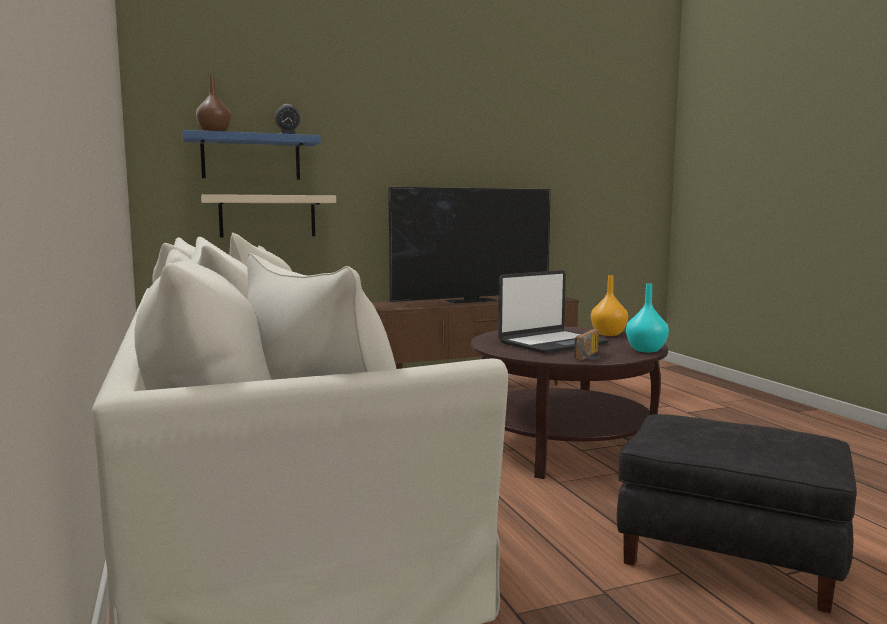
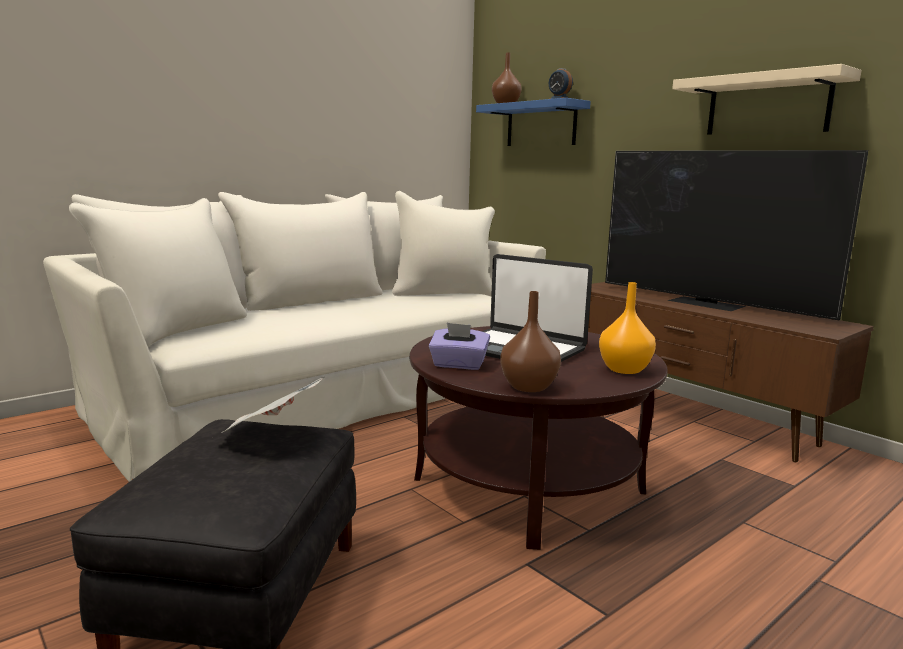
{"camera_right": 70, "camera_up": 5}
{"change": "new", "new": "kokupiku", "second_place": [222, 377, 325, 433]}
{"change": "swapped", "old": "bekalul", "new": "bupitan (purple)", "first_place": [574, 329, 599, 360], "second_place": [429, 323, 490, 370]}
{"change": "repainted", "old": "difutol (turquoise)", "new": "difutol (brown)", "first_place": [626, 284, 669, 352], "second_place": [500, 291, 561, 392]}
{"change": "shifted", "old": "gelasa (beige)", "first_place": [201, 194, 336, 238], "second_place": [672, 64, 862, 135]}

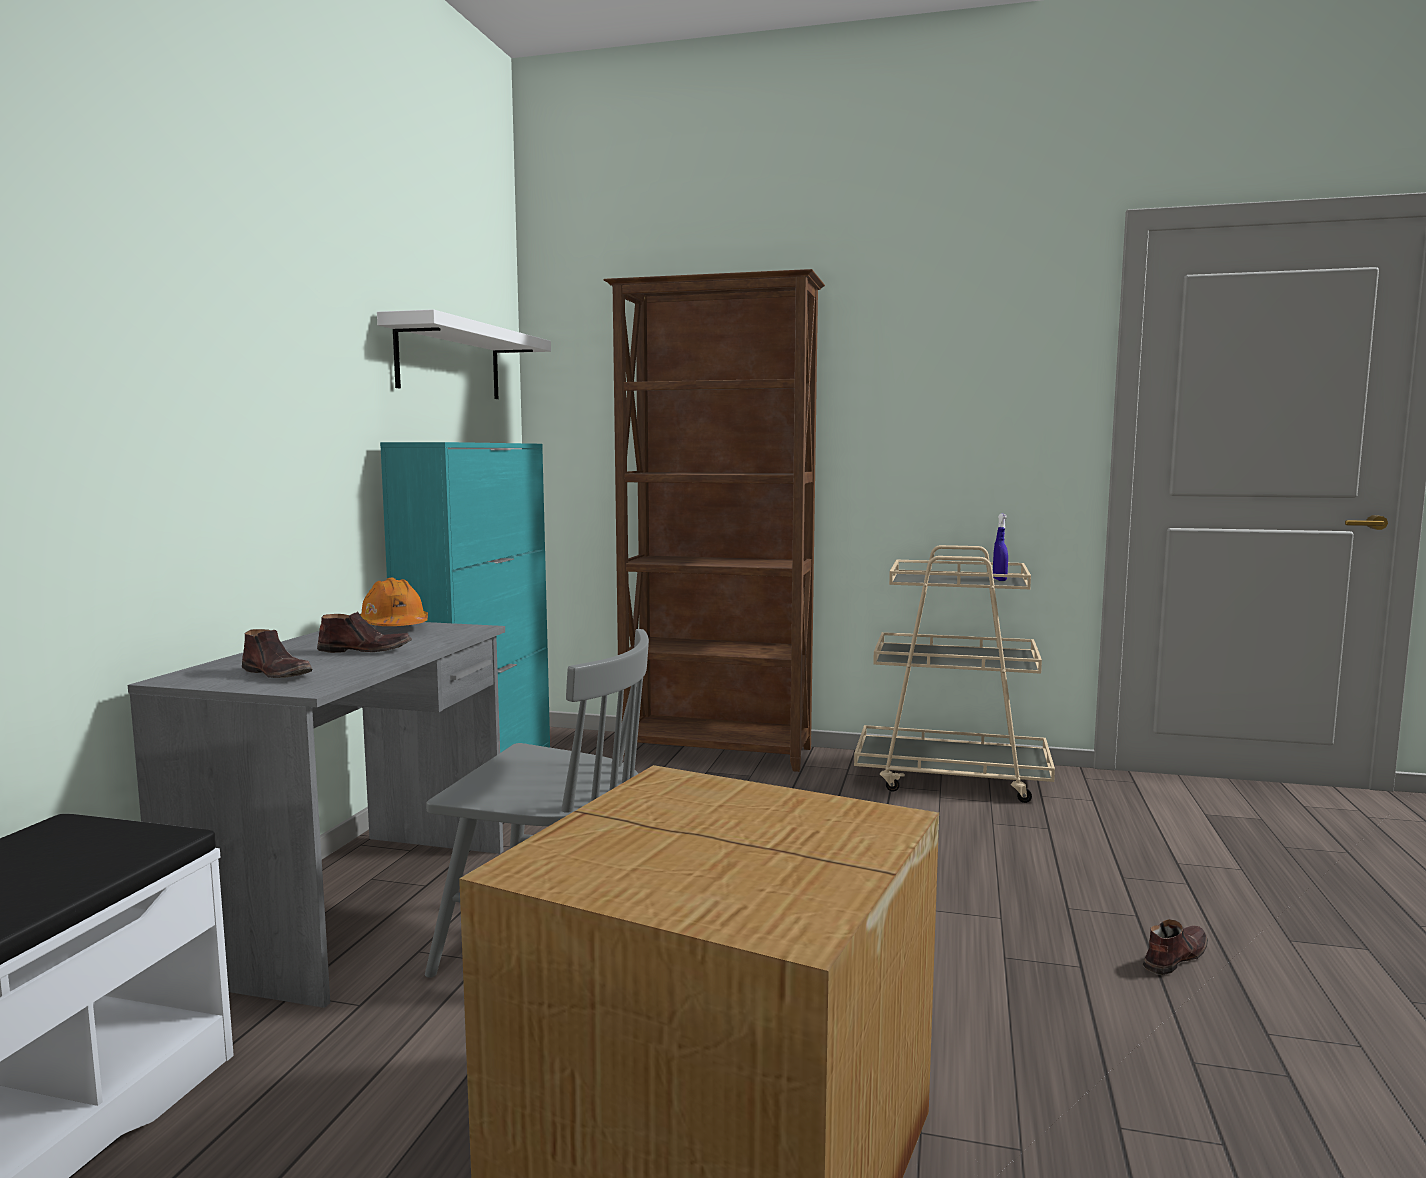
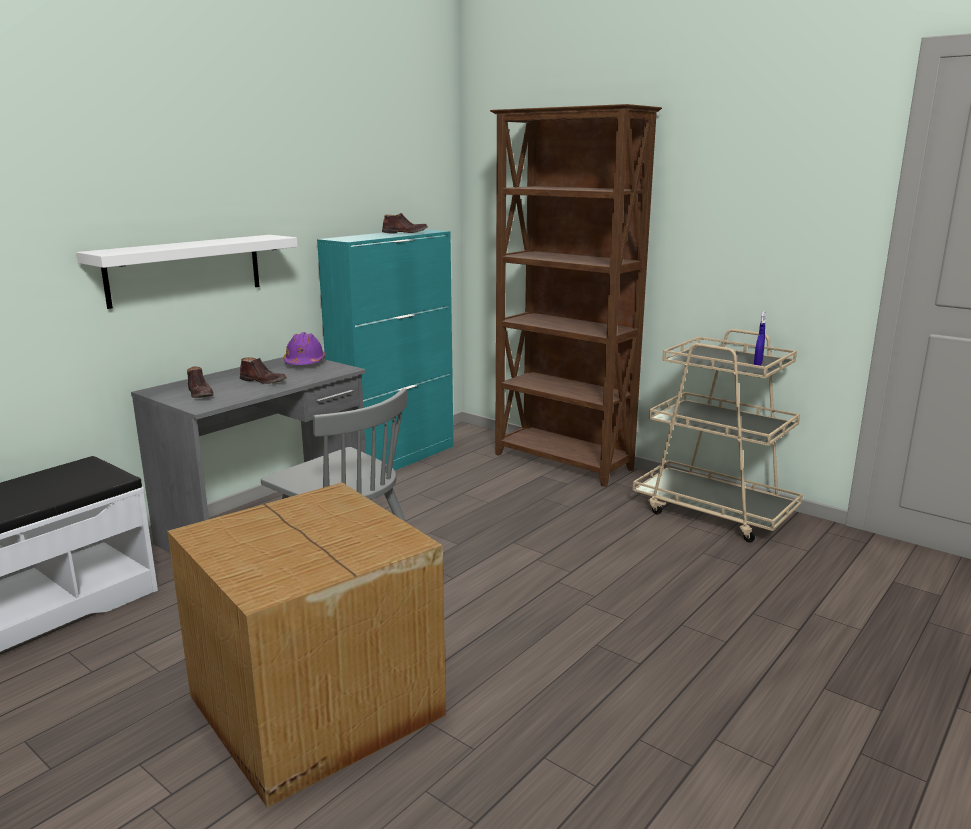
{"camera_right": 25, "camera_up": 10}
{"change": "shifted", "old": "gelasa (white)", "first_place": [377, 309, 551, 399], "second_place": [76, 235, 298, 309]}
{"change": "repainted", "old": "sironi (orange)", "new": "sironi (purple)", "first_place": [360, 578, 428, 626], "second_place": [283, 332, 325, 365]}
{"change": "shifted", "old": "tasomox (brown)", "first_place": [1143, 919, 1208, 975], "second_place": [382, 213, 428, 234]}

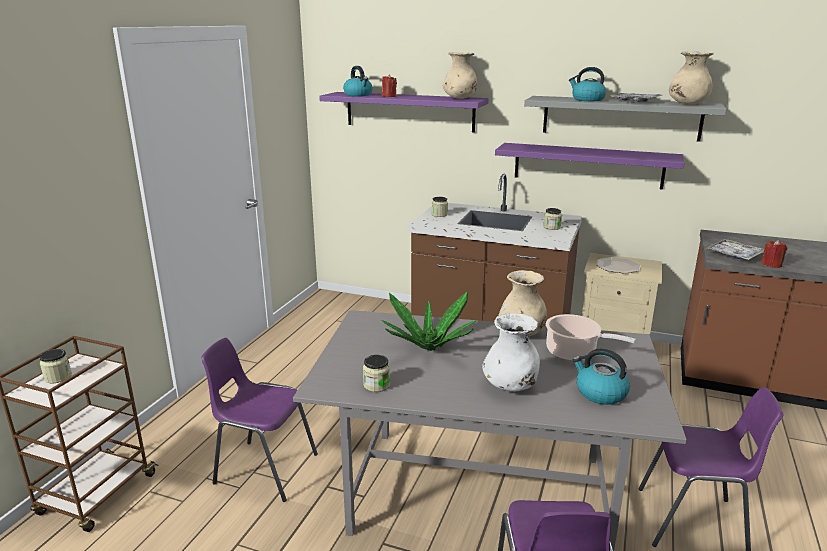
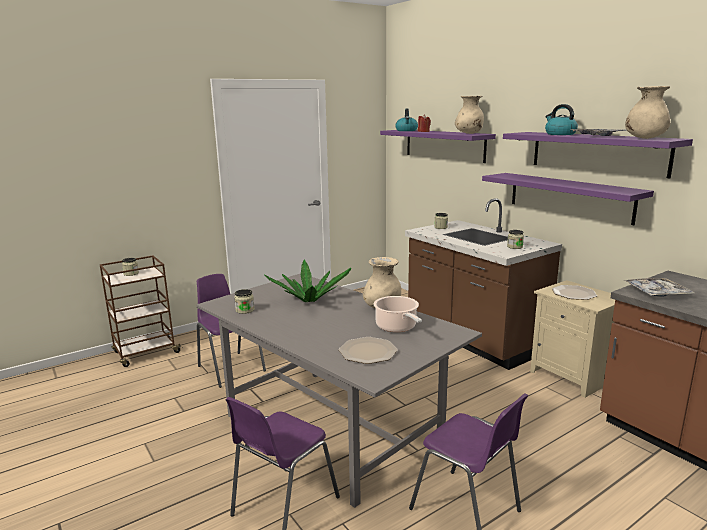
{"camera_right": 35, "camera_up": -5}
{"change": "swapped", "old": "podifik", "new": "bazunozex", "first_place": [573, 349, 630, 405], "second_place": [339, 337, 398, 364]}
{"change": "repainted", "old": "gelasa (grey)", "new": "gelasa (purple)", "first_place": [524, 96, 726, 142], "second_place": [503, 132, 693, 178]}
{"change": "gone", "old": "difutol (white)", "first_place": [482, 313, 540, 392]}
{"change": "gone", "old": "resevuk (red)", "first_place": [761, 240, 787, 268]}

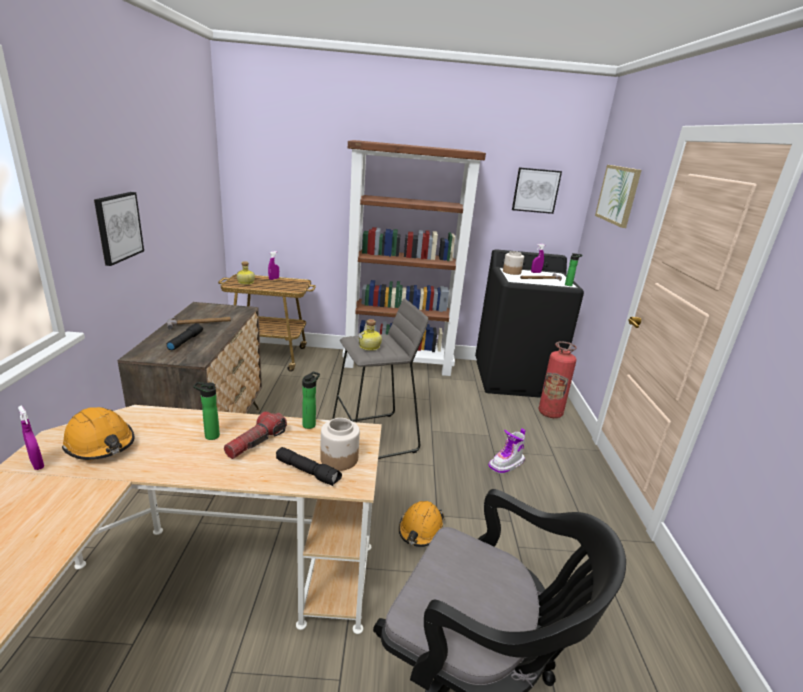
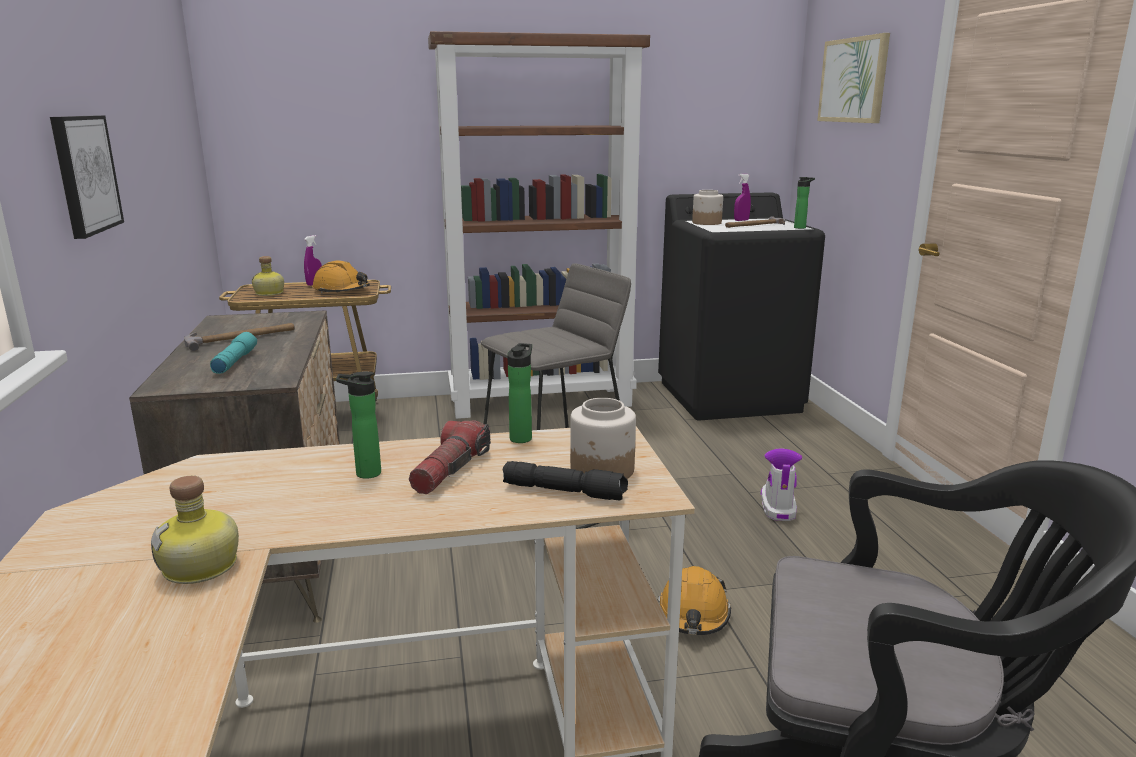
{"camera_right": -10, "camera_up": -5}
{"change": "shifted", "old": "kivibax", "first_place": [358, 319, 382, 351], "second_place": [151, 476, 239, 584]}
{"change": "repainted", "old": "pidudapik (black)", "new": "pidudapik (turquoise)", "first_place": [167, 323, 203, 350], "second_place": [210, 332, 257, 374]}
{"change": "shifted", "old": "sironi (orange)", "first_place": [62, 407, 134, 460], "second_place": [312, 261, 370, 294]}
{"change": "rotated", "old": "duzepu", "first_place": [488, 428, 526, 474], "second_place": [761, 448, 802, 521], "degrees": 150}
{"change": "gone", "old": "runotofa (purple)", "first_place": [18, 406, 44, 470]}
{"change": "gone", "old": "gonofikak", "first_place": [512, 167, 562, 214]}
{"change": "gone", "old": "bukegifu", "first_place": [539, 341, 577, 418]}

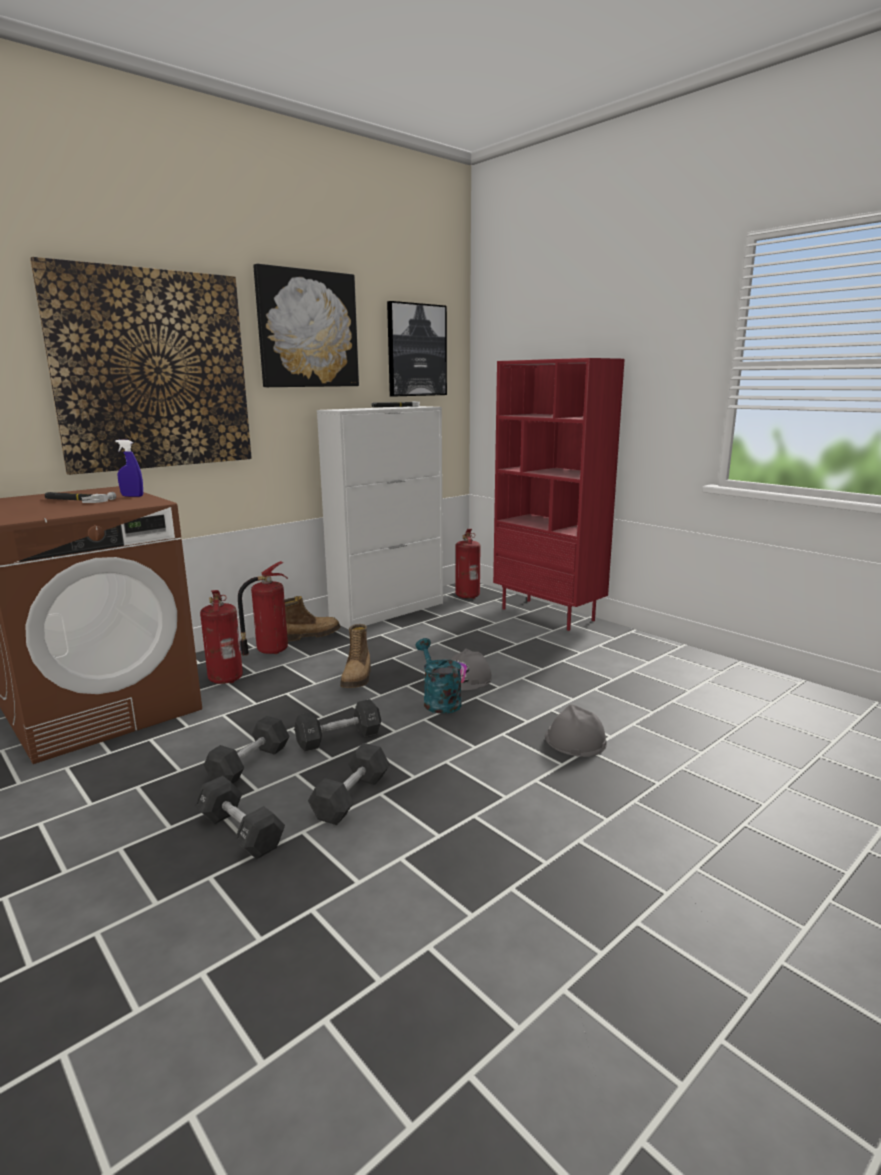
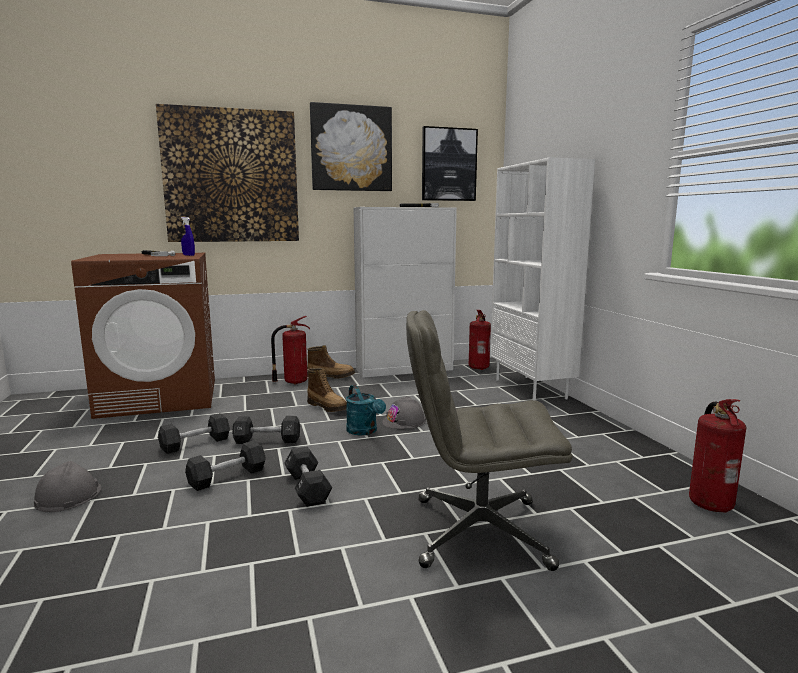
{"camera_right": 25, "camera_up": -5}
{"change": "shifted", "old": "sironi (grey)", "first_place": [545, 704, 607, 757], "second_place": [34, 461, 102, 512]}
{"change": "shifted", "old": "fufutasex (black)", "first_place": [194, 776, 285, 859], "second_place": [284, 447, 332, 507]}
{"change": "rotated", "old": "duzepu", "first_place": [340, 624, 371, 688], "second_place": [307, 368, 347, 412], "degrees": -75}
{"change": "rotated", "old": "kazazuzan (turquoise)", "first_place": [416, 638, 462, 714], "second_place": [346, 385, 386, 435], "degrees": 150}
{"change": "new", "new": "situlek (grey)", "second_place": [406, 310, 573, 571]}
{"change": "repainted", "old": "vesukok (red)", "new": "vesukok (white)", "first_place": [493, 358, 625, 631], "second_place": [490, 157, 595, 401]}
{"change": "shifted", "old": "bukegifu", "first_place": [200, 590, 243, 684], "second_place": [689, 399, 746, 513]}

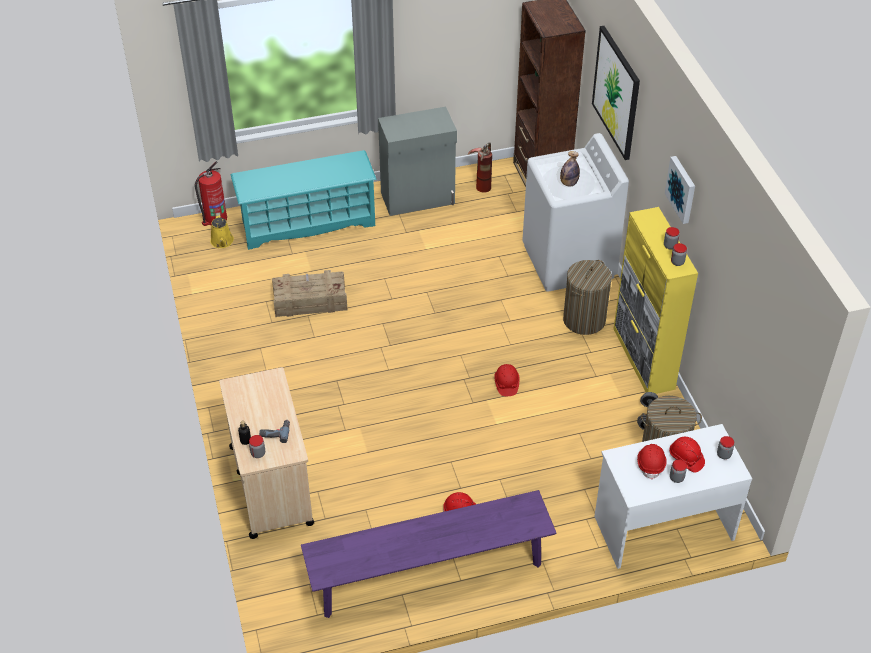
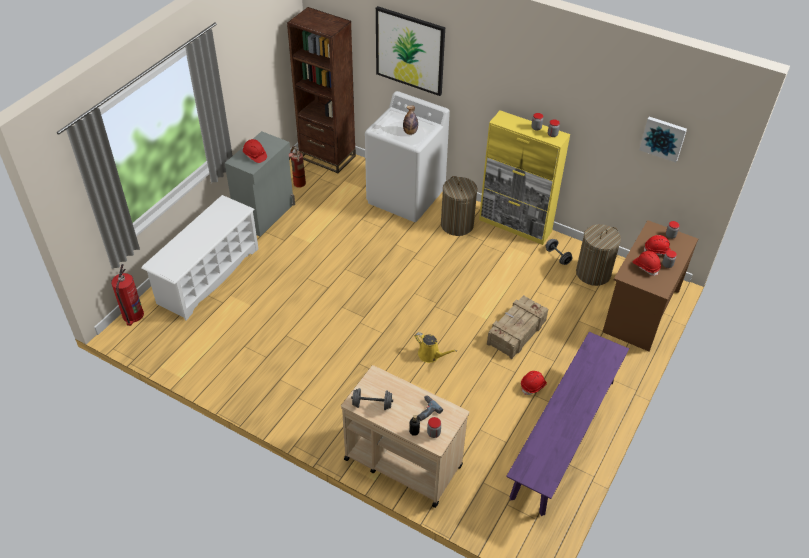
{"camera_right": -45, "camera_up": 0}
{"change": "repainted", "old": "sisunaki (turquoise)", "new": "sisunaki (white)", "first_place": [231, 150, 377, 250], "second_place": [141, 195, 258, 320]}
{"change": "shifted", "old": "sironi (red)", "first_place": [494, 364, 519, 396], "second_place": [243, 139, 267, 163]}
{"change": "new", "new": "fufutasex (grey)", "second_place": [351, 388, 393, 410]}
{"change": "shifted", "old": "kazazuzan (yellow)", "first_place": [210, 213, 234, 248], "second_place": [415, 332, 457, 363]}
{"change": "shifted", "old": "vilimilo", "first_place": [272, 270, 348, 317], "second_place": [487, 295, 548, 359]}
{"change": "repainted", "old": "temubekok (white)", "new": "temubekok (brown)", "first_place": [594, 424, 752, 569], "second_place": [603, 220, 698, 351]}
{"change": "shifted", "old": "gonofikak", "first_place": [665, 156, 695, 224], "second_place": [639, 117, 687, 162]}

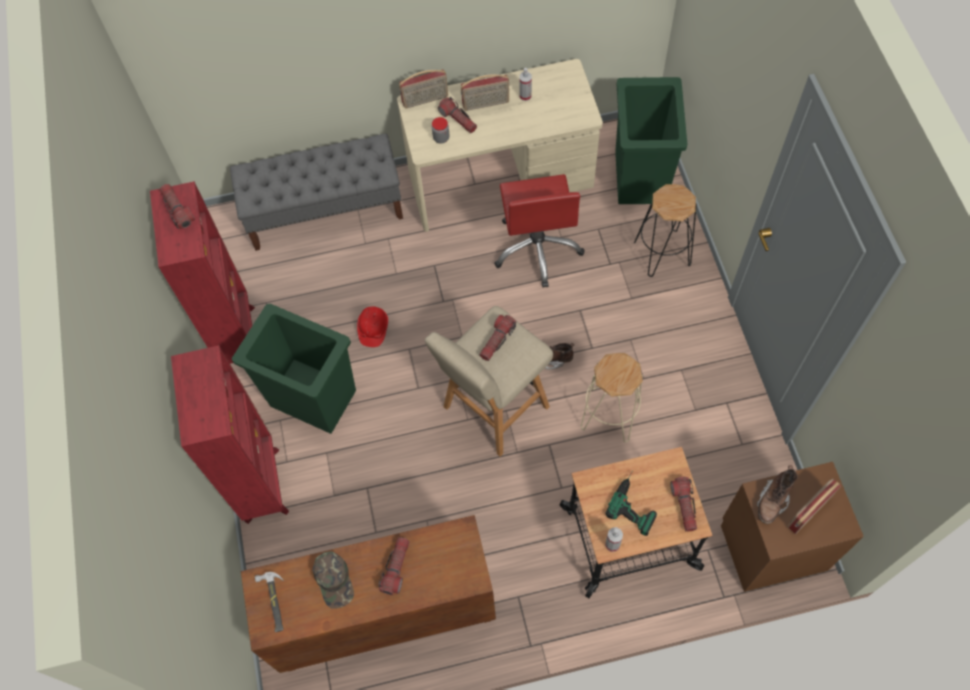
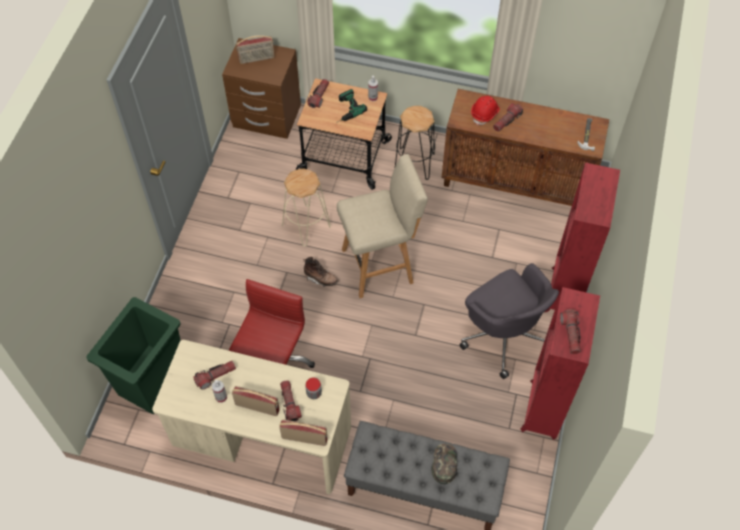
{"camera_right": -155, "camera_up": -5}
{"change": "shifted", "old": "pidudapik", "first_place": [479, 315, 516, 361], "second_place": [194, 361, 236, 390]}
{"change": "shifted", "old": "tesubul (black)", "first_place": [634, 184, 697, 277], "second_place": [395, 106, 435, 180]}
{"change": "shifted", "old": "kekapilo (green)", "first_place": [312, 551, 354, 609], "second_place": [431, 444, 457, 484]}
{"change": "swapped", "old": "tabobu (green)", "new": "situlek (grey)", "first_place": [232, 304, 356, 434], "second_place": [459, 263, 559, 379]}
{"change": "shifted", "old": "sironi (red)", "first_place": [357, 306, 388, 347], "second_place": [471, 96, 500, 126]}
{"change": "gone", "old": "duzepu (brown)", "first_place": [756, 465, 798, 524]}

